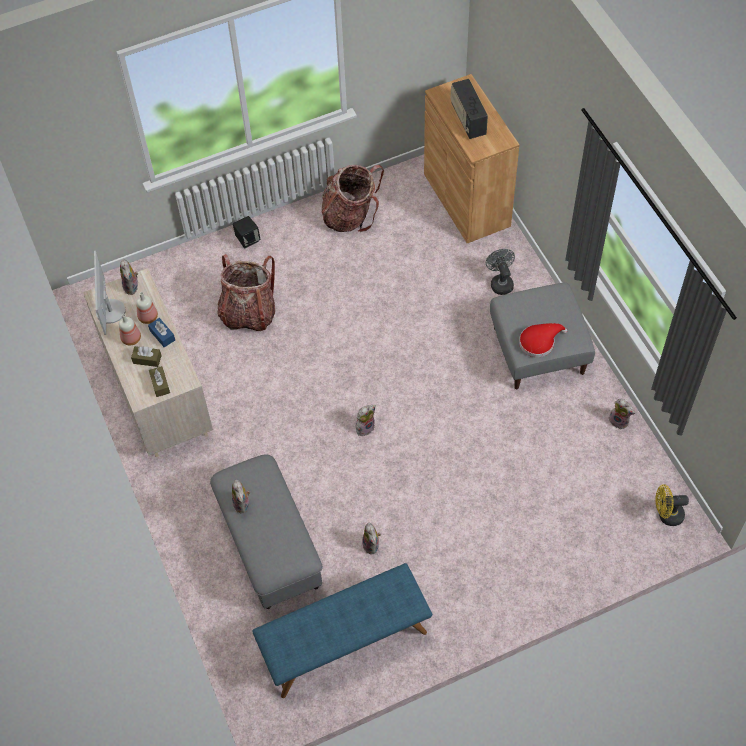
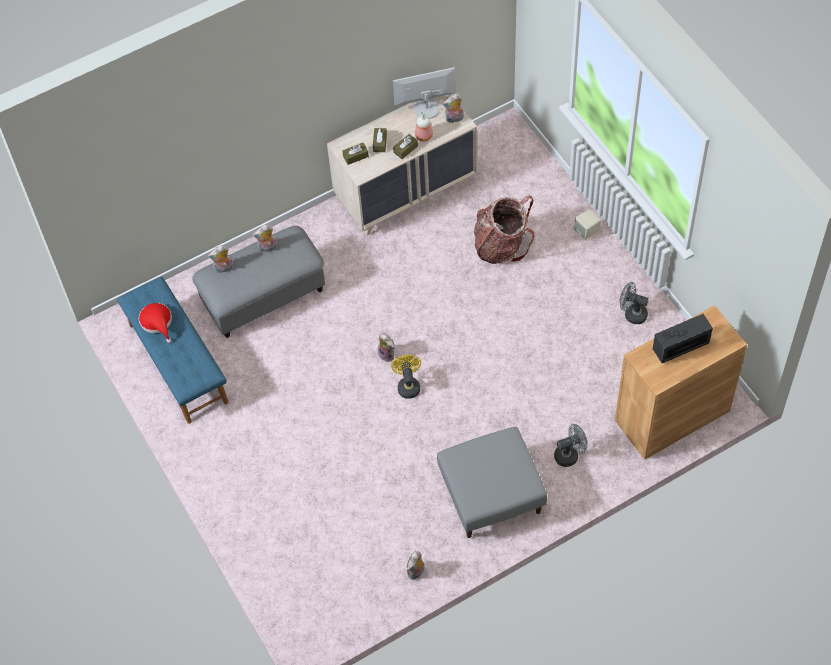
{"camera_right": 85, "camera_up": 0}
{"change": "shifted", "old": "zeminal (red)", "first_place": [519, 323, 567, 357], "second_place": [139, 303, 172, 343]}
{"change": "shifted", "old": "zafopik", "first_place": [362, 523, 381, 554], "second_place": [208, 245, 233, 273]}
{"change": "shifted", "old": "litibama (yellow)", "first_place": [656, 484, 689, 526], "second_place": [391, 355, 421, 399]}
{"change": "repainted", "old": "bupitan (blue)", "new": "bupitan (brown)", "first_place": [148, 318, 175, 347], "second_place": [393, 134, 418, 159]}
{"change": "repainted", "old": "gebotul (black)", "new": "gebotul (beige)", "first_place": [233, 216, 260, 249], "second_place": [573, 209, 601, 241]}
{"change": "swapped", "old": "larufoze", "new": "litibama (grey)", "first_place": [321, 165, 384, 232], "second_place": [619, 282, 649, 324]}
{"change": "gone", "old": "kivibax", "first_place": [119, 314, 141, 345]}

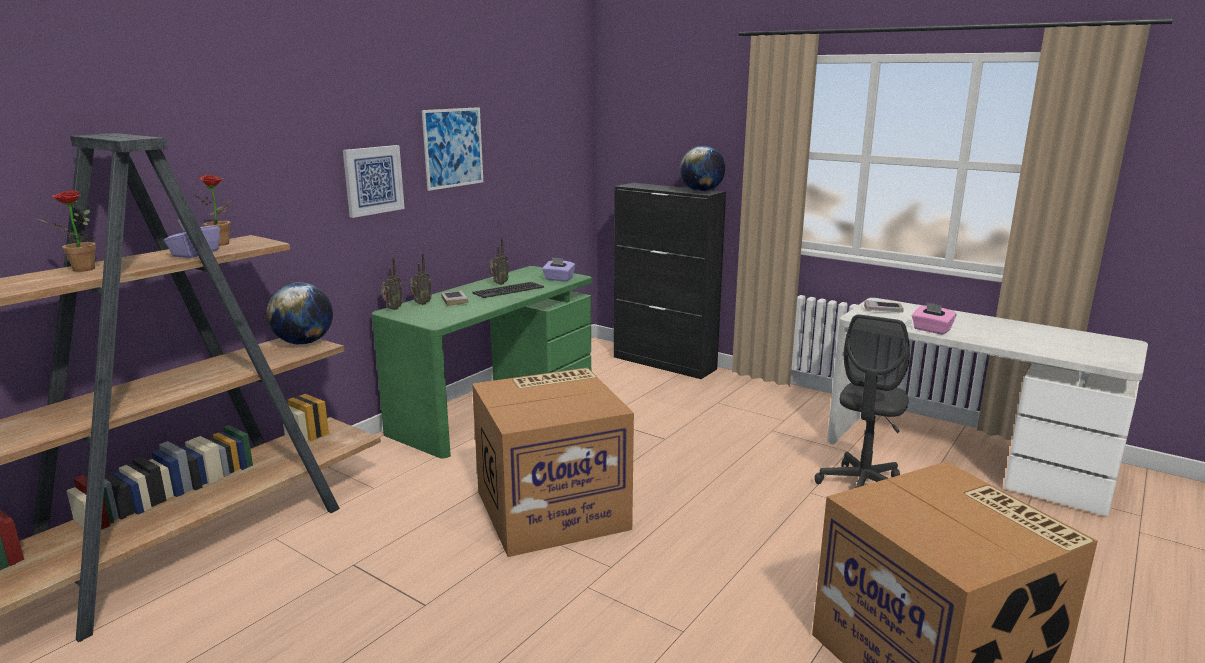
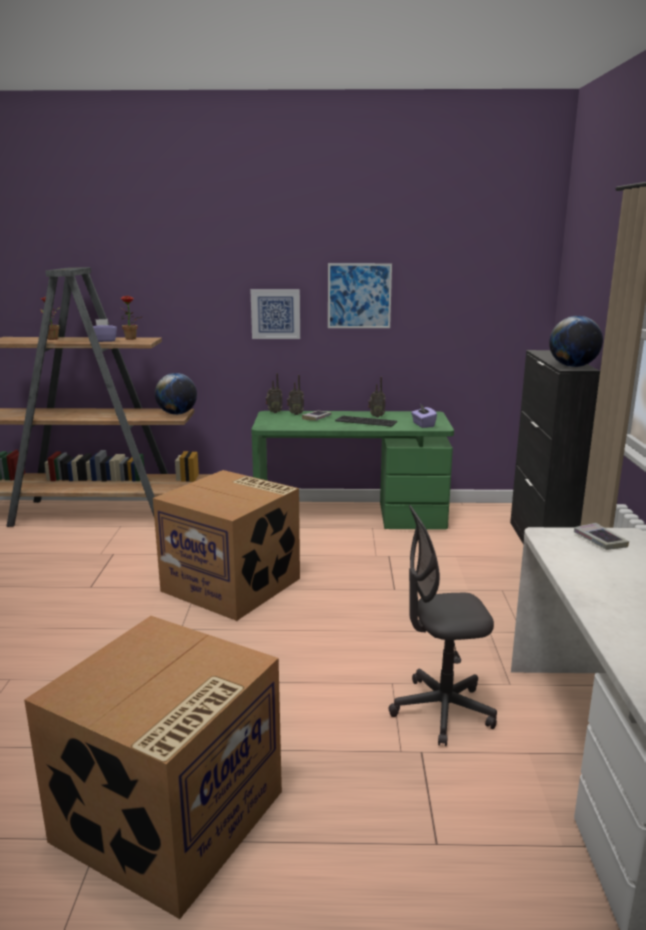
{"camera_right": 55, "camera_up": 0}
{"change": "gone", "old": "bupitan (pink)", "first_place": [912, 302, 957, 335]}

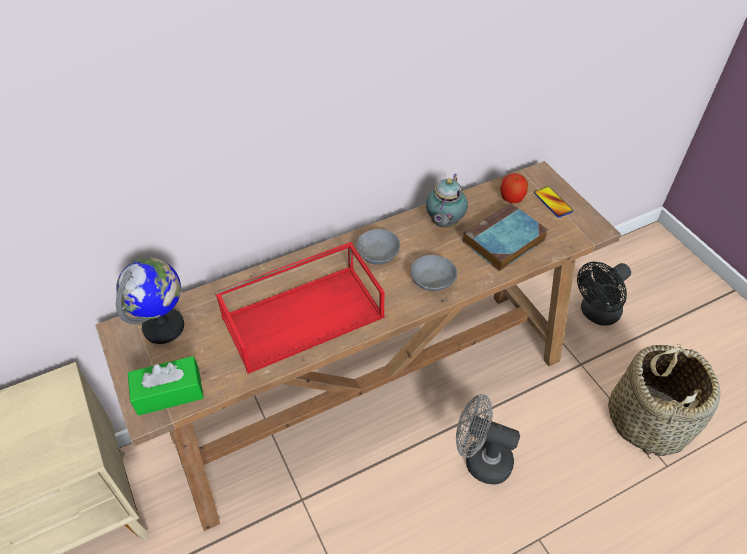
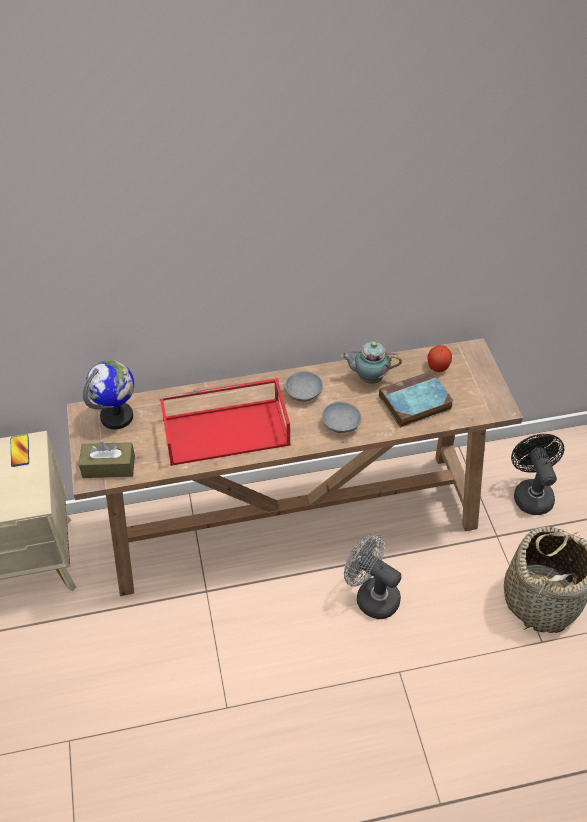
{"camera_right": 15, "camera_up": 0}
{"change": "shifted", "old": "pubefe", "first_place": [534, 186, 573, 218], "second_place": [11, 434, 29, 467]}
{"change": "repainted", "old": "bupitan (green)", "new": "bupitan (brown)", "first_place": [128, 356, 204, 416], "second_place": [79, 441, 135, 478]}
{"change": "rotated", "old": "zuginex", "first_place": [426, 174, 468, 228], "second_place": [341, 342, 402, 384], "degrees": 60}
{"change": "rotated", "old": "litibama (black)", "first_place": [577, 262, 631, 326], "second_place": [511, 434, 565, 515], "degrees": 105}

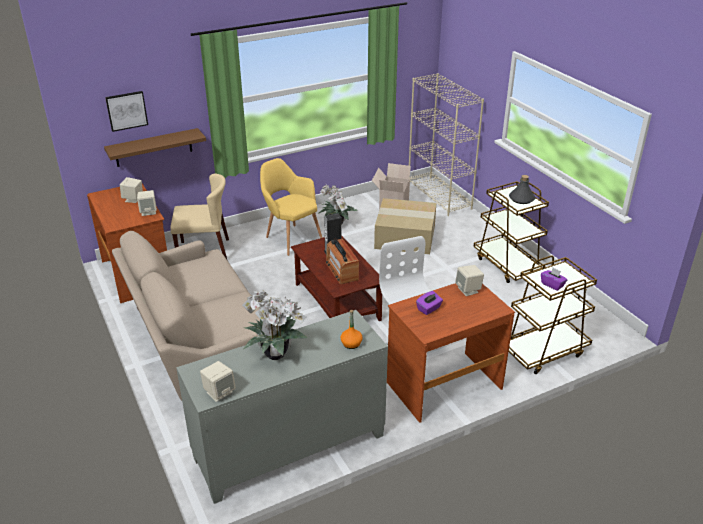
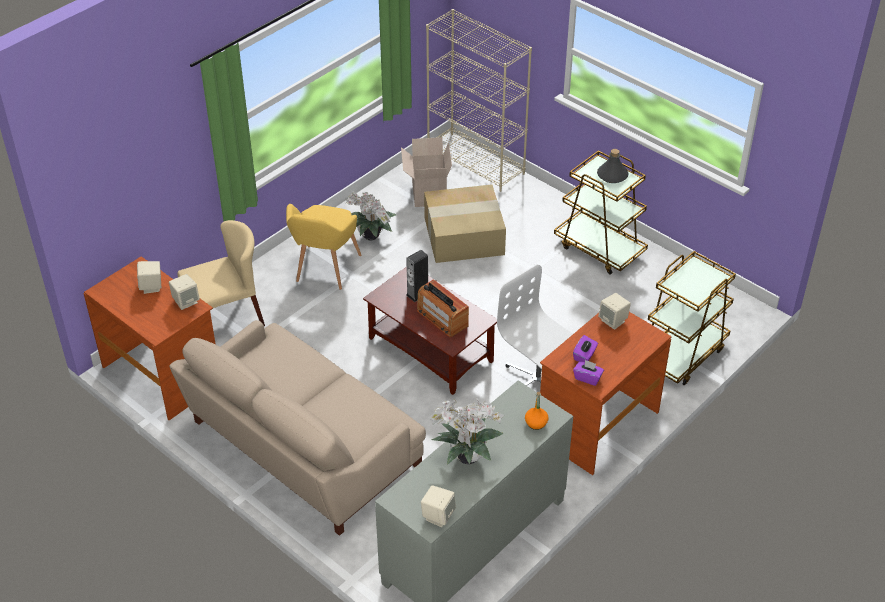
{"camera_right": -20, "camera_up": 10}
{"change": "rotated", "old": "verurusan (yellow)", "first_place": [260, 158, 322, 256], "second_place": [286, 204, 361, 290], "degrees": -105}
{"change": "shifted", "old": "bupitan (purple)", "first_place": [541, 268, 568, 291], "second_place": [573, 360, 604, 386]}
{"change": "gone", "old": "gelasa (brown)", "first_place": [104, 128, 206, 167]}
{"change": "gone", "old": "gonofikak", "first_place": [105, 91, 148, 132]}

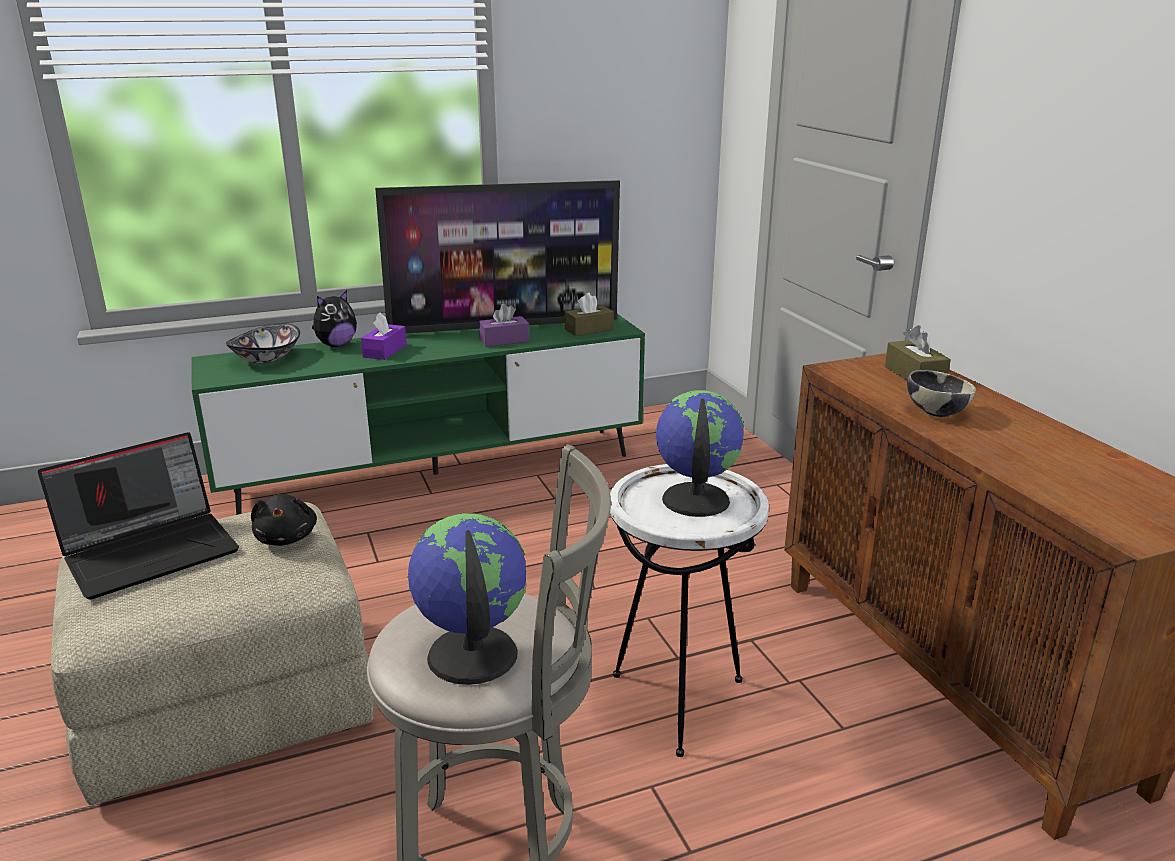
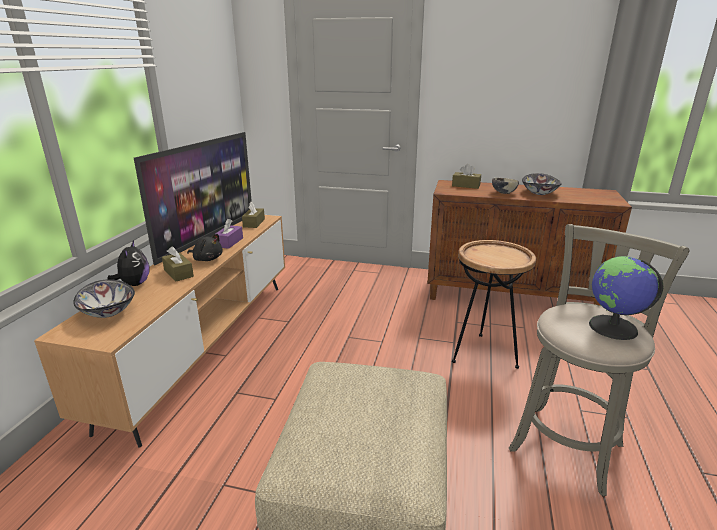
{"camera_right": -55, "camera_up": 0}
{"change": "repainted", "old": "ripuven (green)", "new": "ripuven (brown)", "first_place": [191, 314, 645, 515], "second_place": [34, 215, 285, 448]}
{"change": "repainted", "old": "bupitan (purple)", "new": "bupitan (brown)", "first_place": [361, 313, 407, 360], "second_place": [162, 246, 194, 282]}
{"change": "shifted", "old": "zafopik (black)", "first_place": [251, 494, 317, 546], "second_place": [187, 234, 223, 261]}
{"change": "repainted", "old": "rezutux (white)", "new": "rezutux (brown)", "first_place": [610, 464, 769, 757], "second_place": [452, 240, 536, 369]}
{"change": "new", "new": "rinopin", "second_place": [522, 173, 562, 195]}
{"change": "gone", "old": "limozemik", "first_place": [38, 432, 239, 600]}
{"change": "gone", "old": "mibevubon", "first_place": [656, 390, 744, 517]}

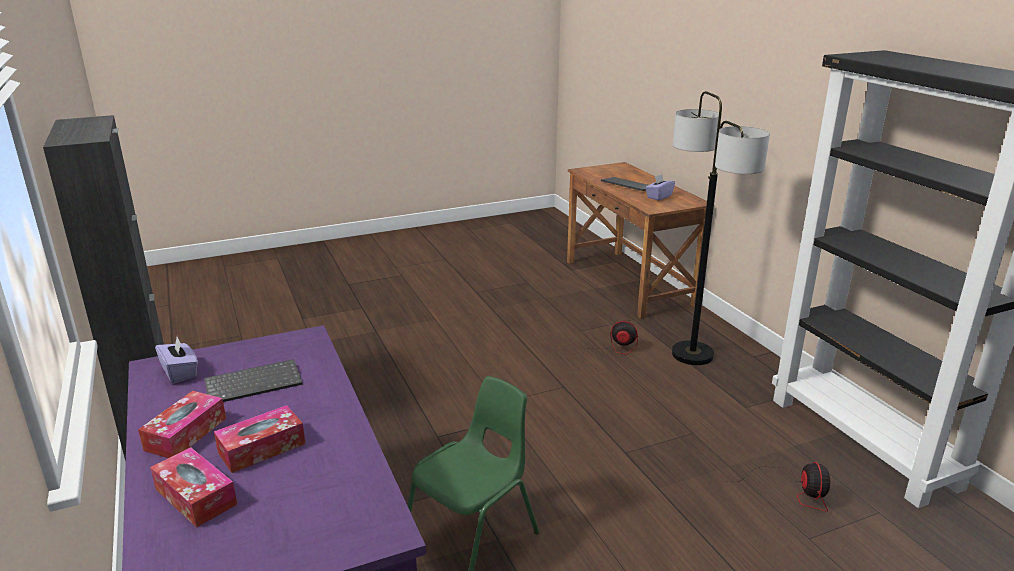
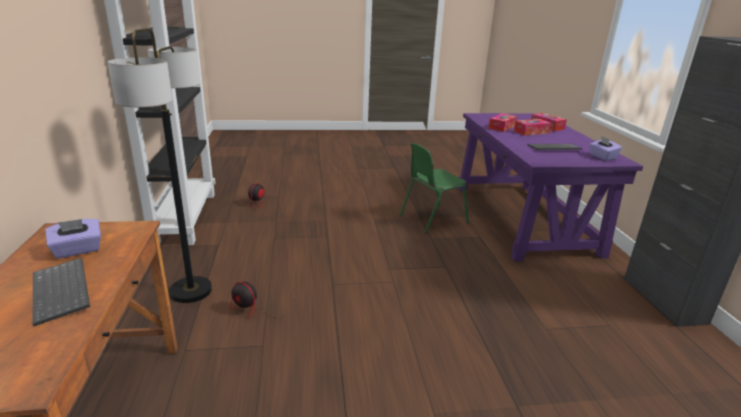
{"camera_right": -165, "camera_up": 0}
{"change": "shifted", "old": "bupitan", "first_place": [138, 391, 226, 458], "second_place": [488, 113, 517, 132]}

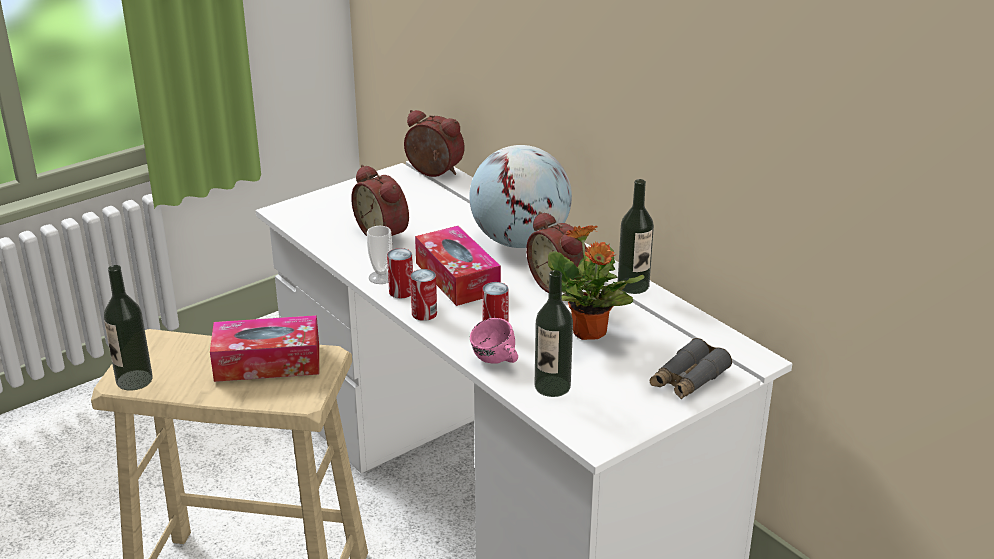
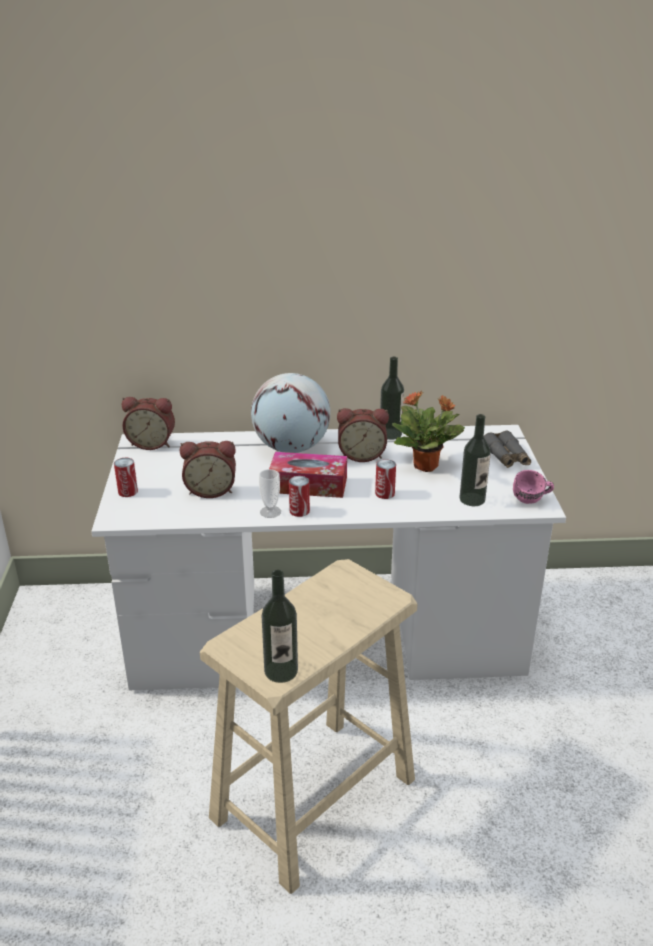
{"camera_right": -55, "camera_up": 0}
{"change": "shifted", "old": "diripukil", "first_place": [410, 269, 437, 321], "second_place": [114, 458, 138, 497]}
{"change": "rotated", "old": "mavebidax", "first_place": [404, 110, 465, 177], "second_place": [122, 397, 175, 450], "degrees": -150}
{"change": "shifted", "old": "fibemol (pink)", "first_place": [470, 318, 518, 364], "second_place": [513, 470, 554, 504]}
{"change": "gone", "old": "bupitan", "first_place": [210, 315, 319, 382]}

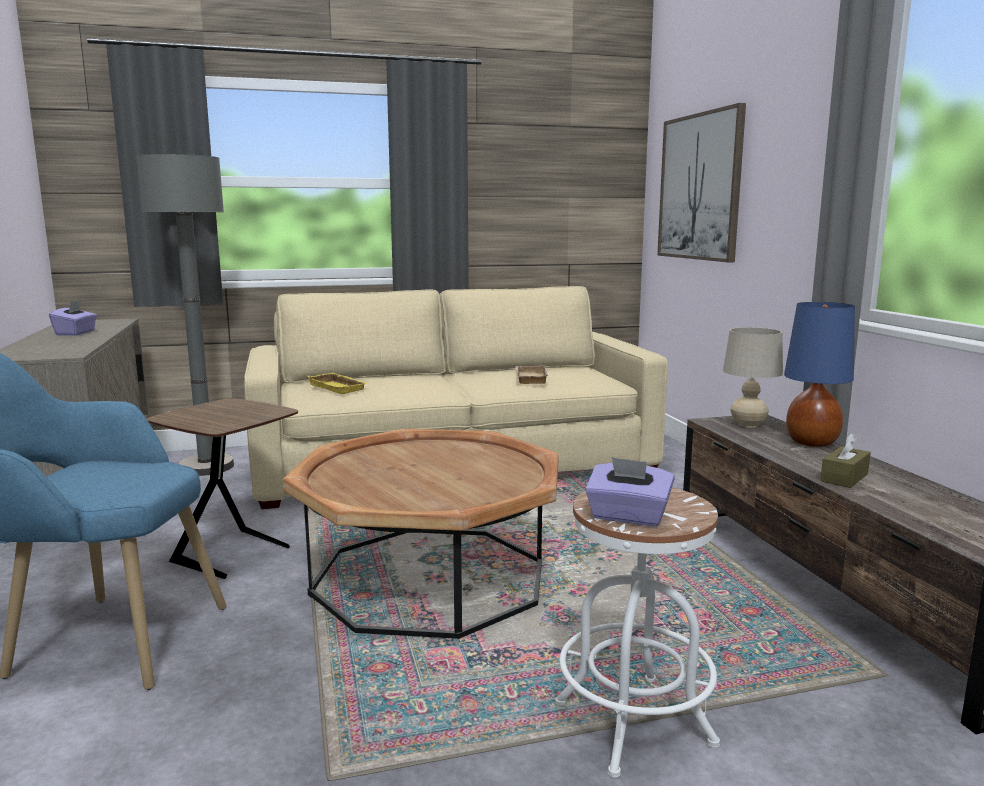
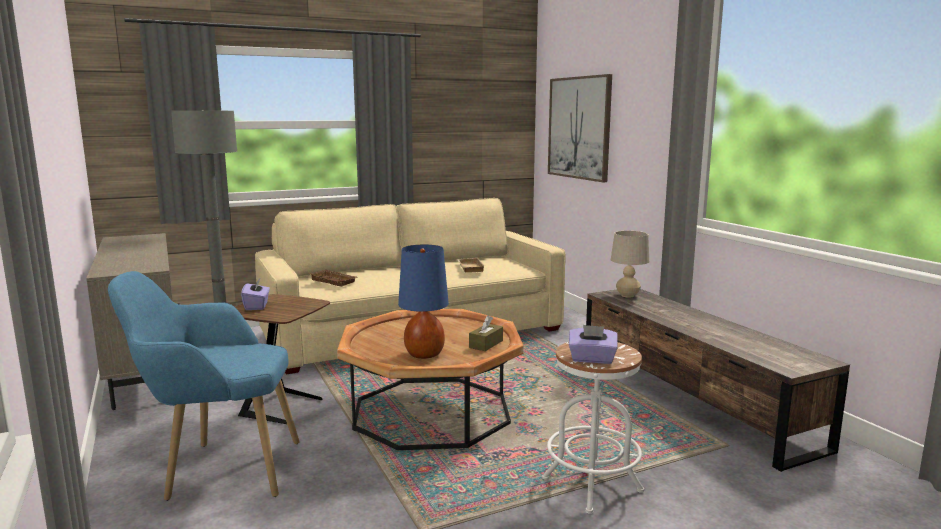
{"camera_right": -10, "camera_up": 0}
{"change": "shifted", "old": "bupitan (purple)", "first_place": [49, 300, 97, 336], "second_place": [241, 277, 270, 310]}
{"change": "repainted", "old": "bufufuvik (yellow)", "new": "bufufuvik (brown)", "first_place": [307, 373, 367, 394], "second_place": [309, 270, 358, 286]}
{"change": "shifted", "old": "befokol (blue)", "first_place": [784, 302, 855, 447], "second_place": [398, 245, 449, 359]}
{"change": "shifted", "old": "bupitan (brown)", "first_place": [820, 433, 871, 488], "second_place": [469, 315, 503, 351]}

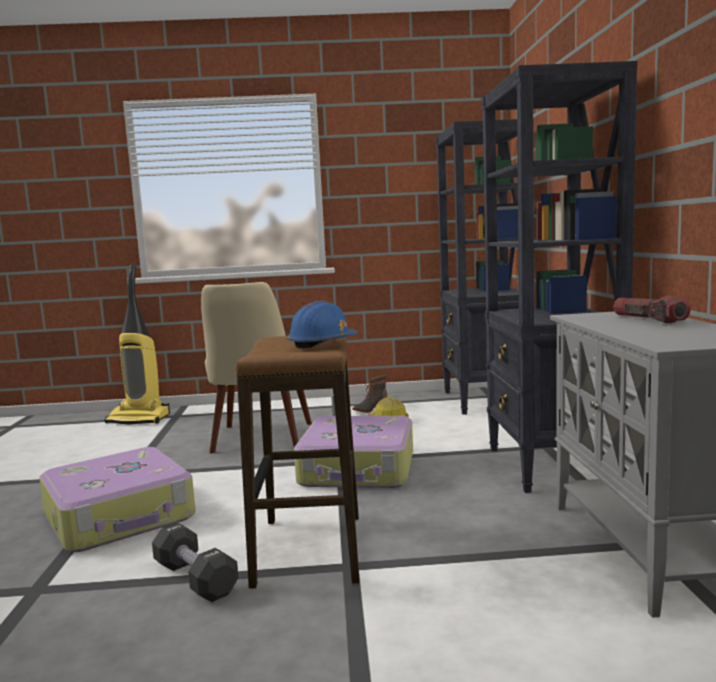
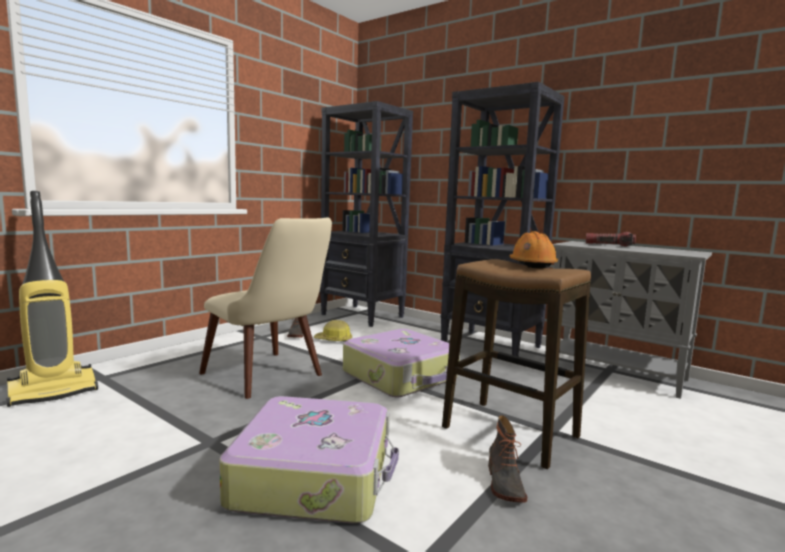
{"camera_right": -50, "camera_up": 0}
{"change": "swapped", "old": "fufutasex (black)", "new": "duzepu", "first_place": [152, 522, 238, 602], "second_place": [488, 415, 527, 503]}
{"change": "repainted", "old": "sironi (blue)", "new": "sironi (orange)", "first_place": [286, 301, 359, 349], "second_place": [510, 231, 558, 269]}

